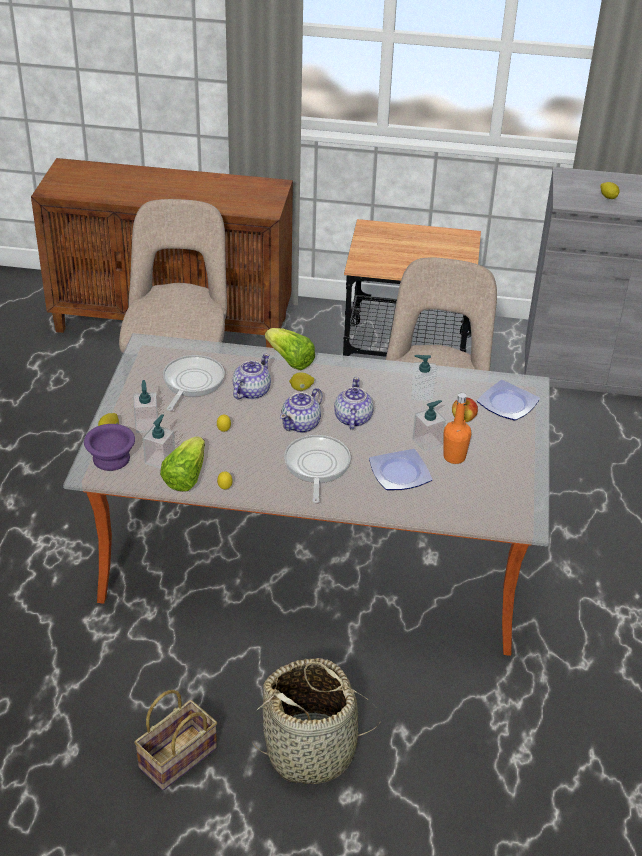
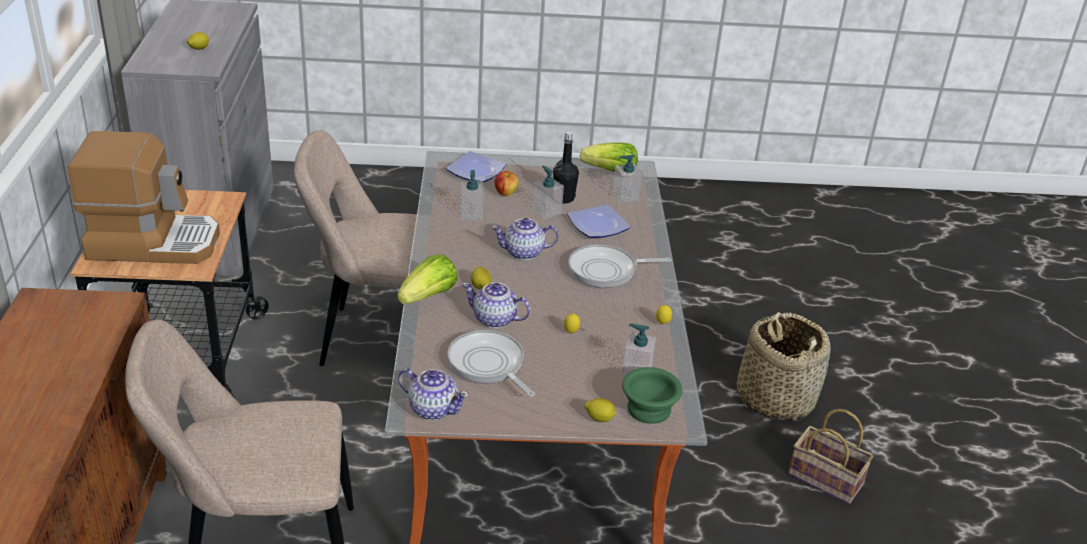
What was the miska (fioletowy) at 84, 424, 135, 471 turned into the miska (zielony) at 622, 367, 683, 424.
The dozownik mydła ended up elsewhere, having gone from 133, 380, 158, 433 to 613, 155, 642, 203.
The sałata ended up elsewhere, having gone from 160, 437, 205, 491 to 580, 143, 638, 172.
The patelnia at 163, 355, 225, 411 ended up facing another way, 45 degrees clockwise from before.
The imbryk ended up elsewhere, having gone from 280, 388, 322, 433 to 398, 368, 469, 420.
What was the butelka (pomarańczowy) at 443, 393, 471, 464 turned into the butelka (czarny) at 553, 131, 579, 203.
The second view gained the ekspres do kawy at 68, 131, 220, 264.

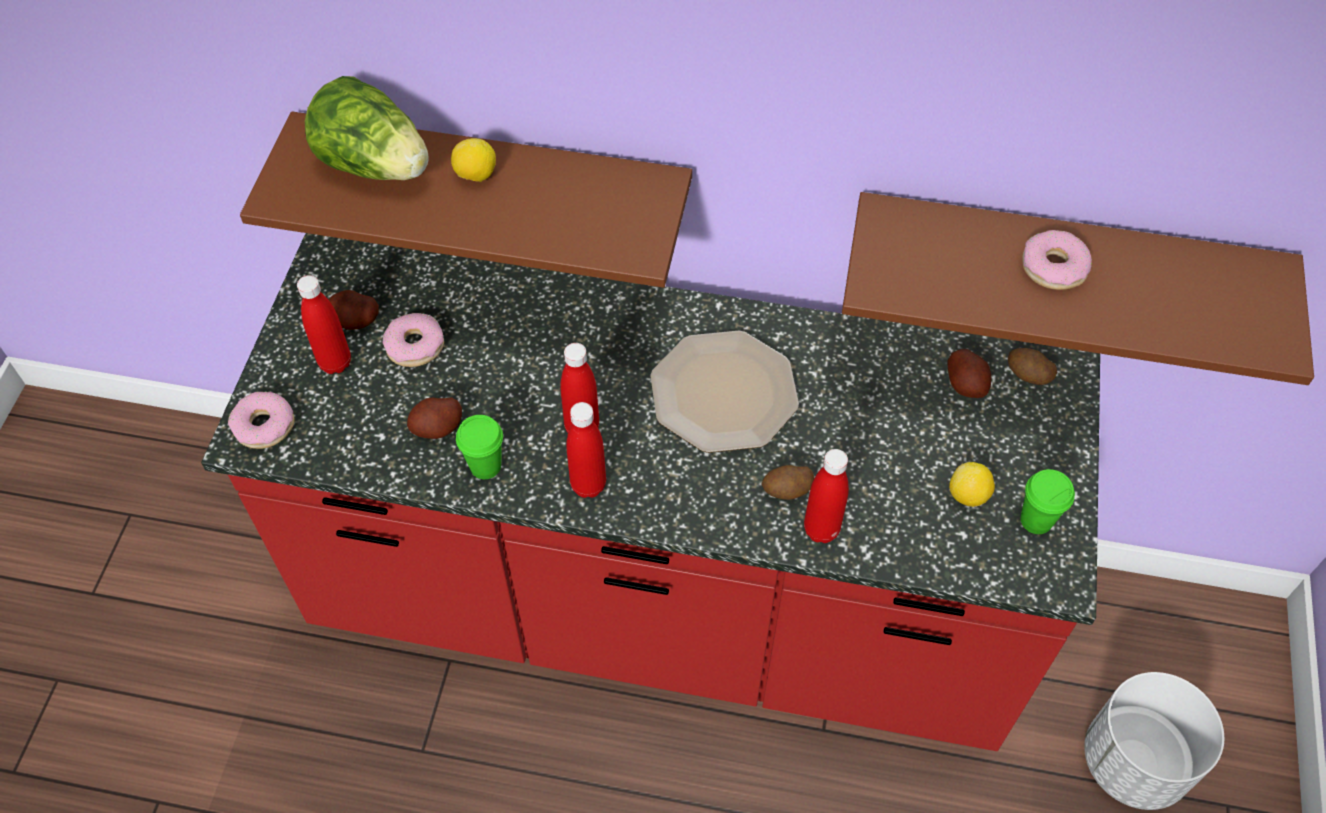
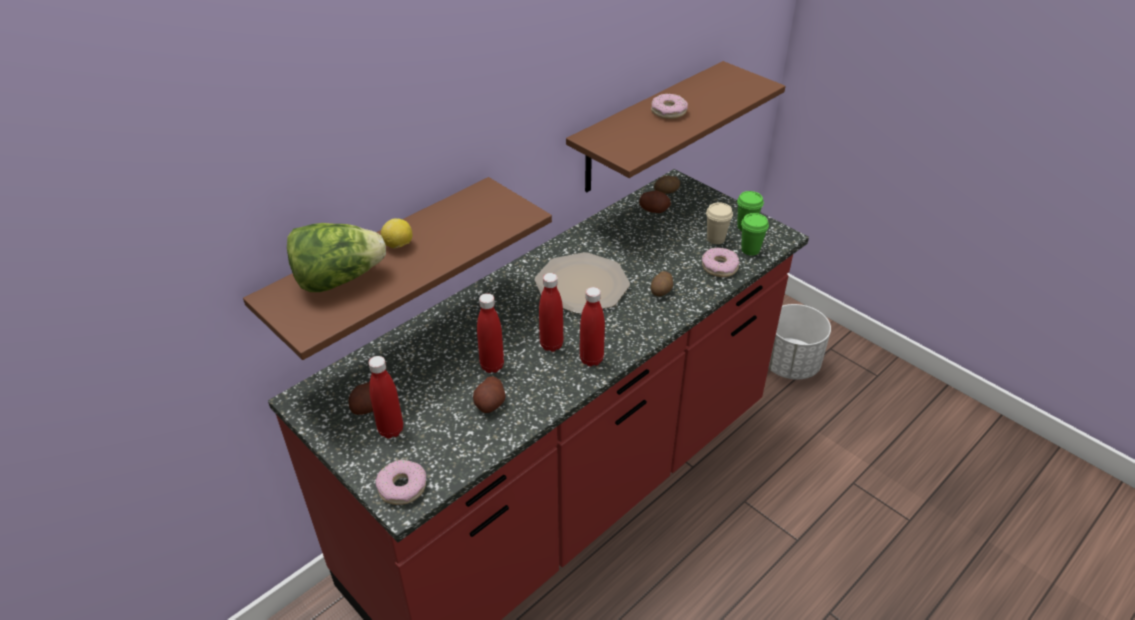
The donut ended up elsewhere, having gone from 383, 313, 444, 367 to 702, 247, 739, 277.
The filiżanka (zielony) ended up elsewhere, having gone from 456, 415, 503, 479 to 741, 213, 769, 256.
The butelka (czerwony) ended up elsewhere, having gone from 804, 449, 849, 543 to 477, 293, 504, 373.
Where the cytryna stood at 949, 462, 995, 507, the filiżanka (beżowy) came to stand at 706, 202, 733, 244.

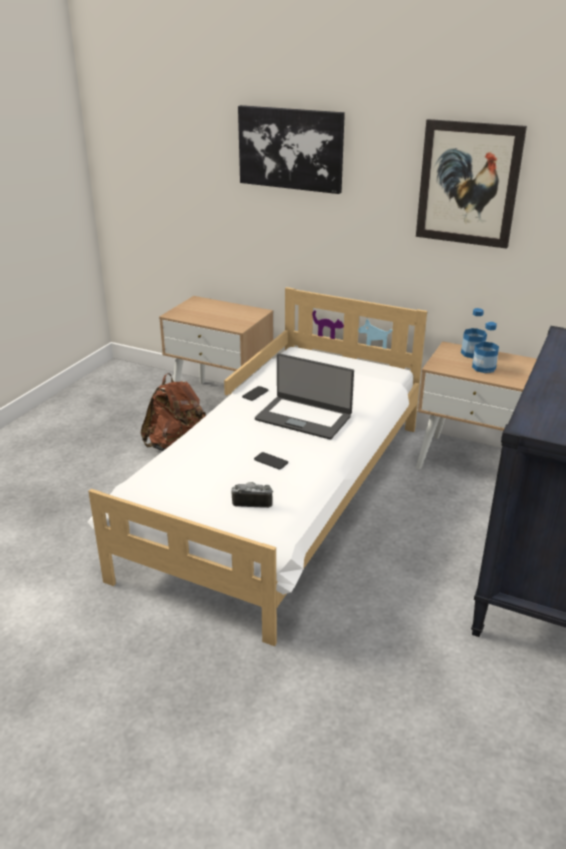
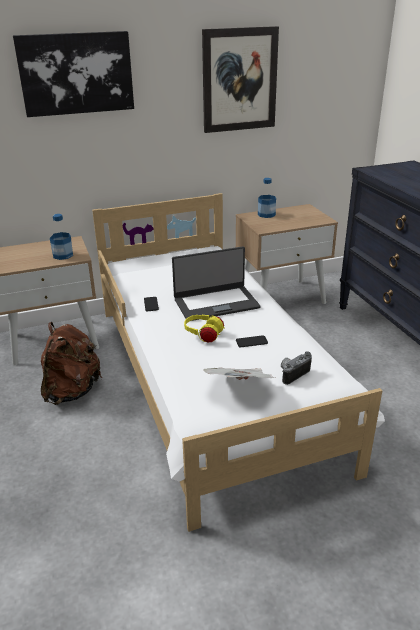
The butelka ended up elsewhere, having gone from 472, 322, 499, 373 to 50, 214, 73, 260.
The second view gained the słuchawki (żółty) at 184, 315, 224, 343.
The second view gained the gazeta at 203, 367, 275, 380.

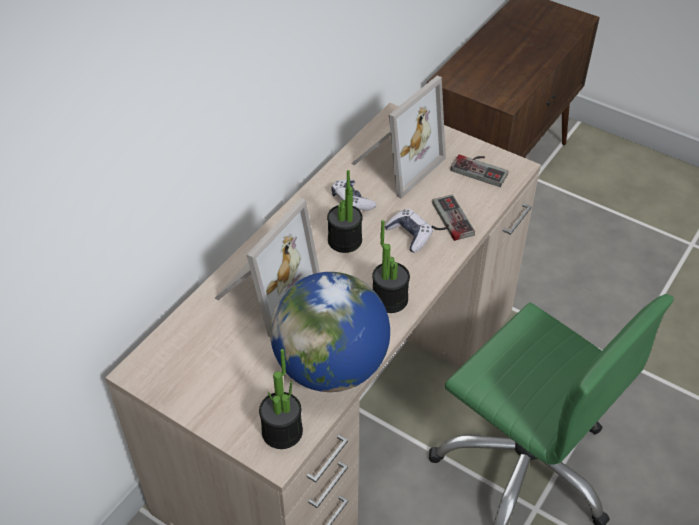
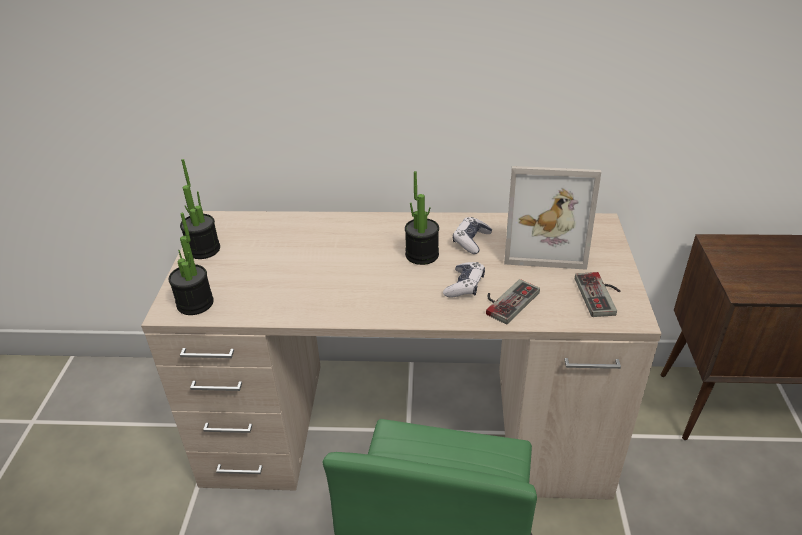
The second view lost the ramka na zdjęcie at 214, 198, 320, 337.
The second view lost the globus at 270, 272, 390, 392.
The roślina doniczkowa ended up elsewhere, having gone from 372, 220, 410, 313 to 180, 159, 220, 259.

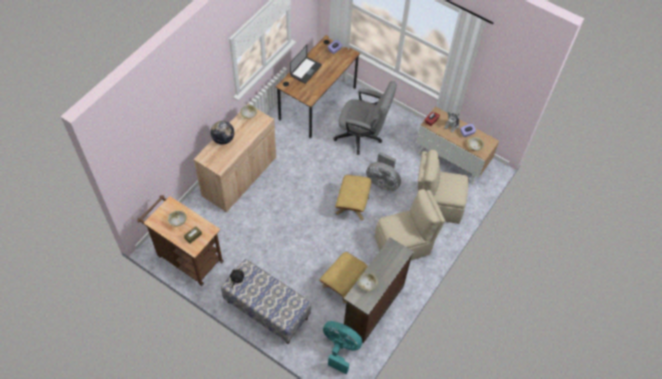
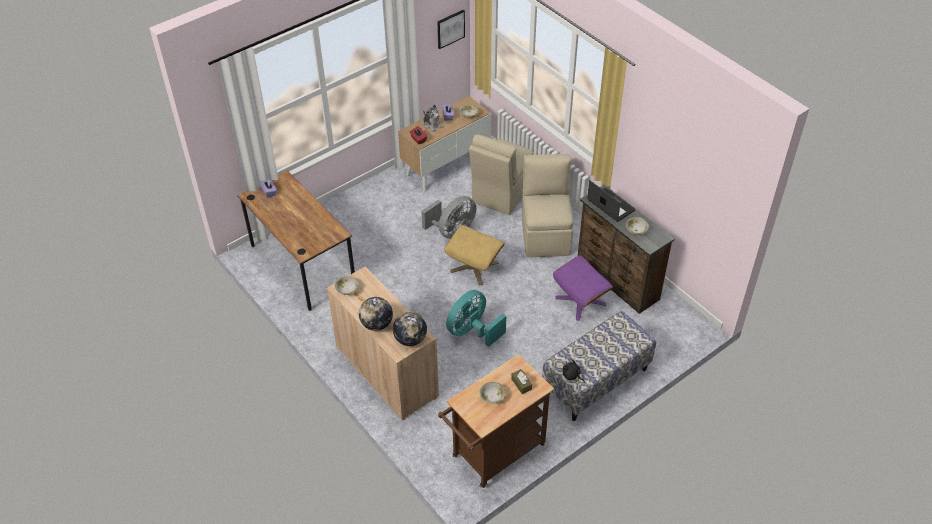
The laptop ended up elsewhere, having gone from 290, 45, 322, 84 to 587, 180, 635, 222.
What was the pufa (beżowy) at 320, 252, 368, 303 turned into the pufa (fioletowy) at 553, 256, 613, 321.
The wentylator (turkusowy) ended up elsewhere, having gone from 323, 321, 362, 375 to 446, 290, 506, 347.
The second view lost the krzesło biurowe (szary) at 333, 81, 397, 155.
The second view gained the globus at 393, 312, 427, 346.
The second view gained the obraz at 437, 10, 465, 49.

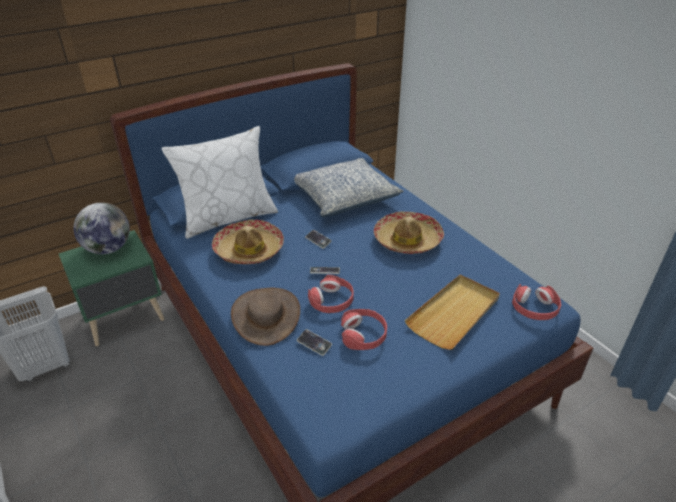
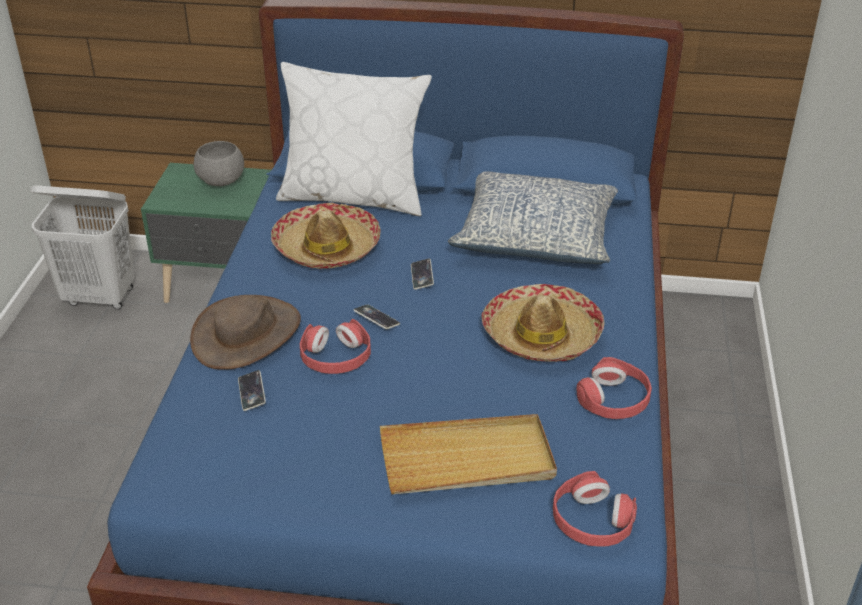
Where the globus stood at 74, 203, 130, 254, the miska (szary) came to stand at 193, 141, 244, 186.
The słuchawki (czerwony) ended up elsewhere, having gone from 341, 309, 387, 350 to 576, 357, 652, 419.

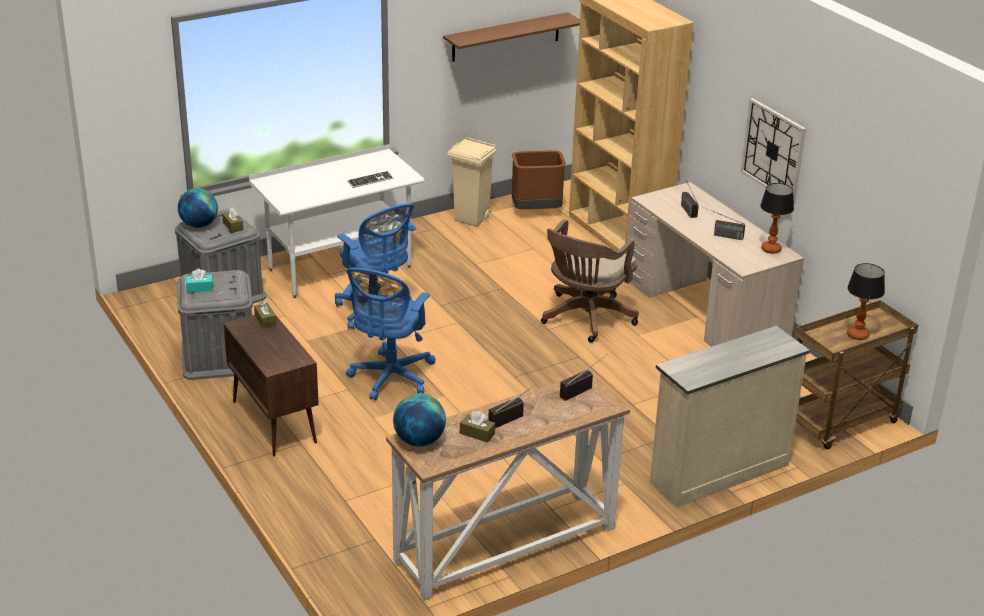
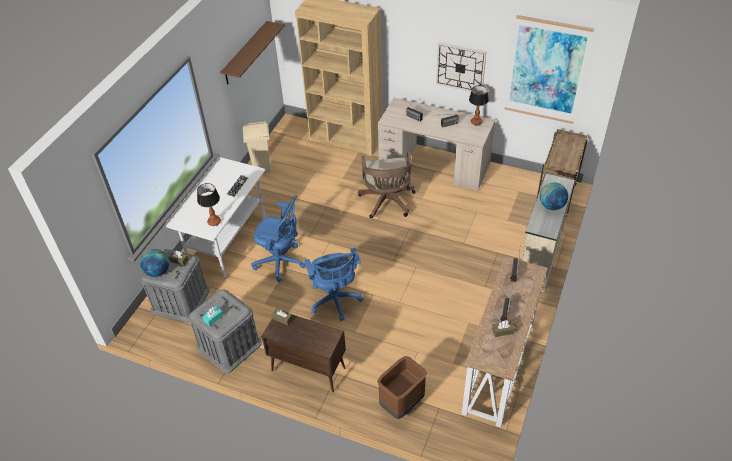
The globus ended up elsewhere, having gone from 393, 394, 446, 446 to 540, 182, 568, 210.
The kosz na śmieci (brązowy) ended up elsewhere, having gone from 512, 150, 566, 209 to 377, 356, 427, 419.
The lampa stołowa ended up elsewhere, having gone from 847, 263, 885, 340 to 197, 183, 221, 226.
The second view gained the obraz at 505, 15, 594, 124.

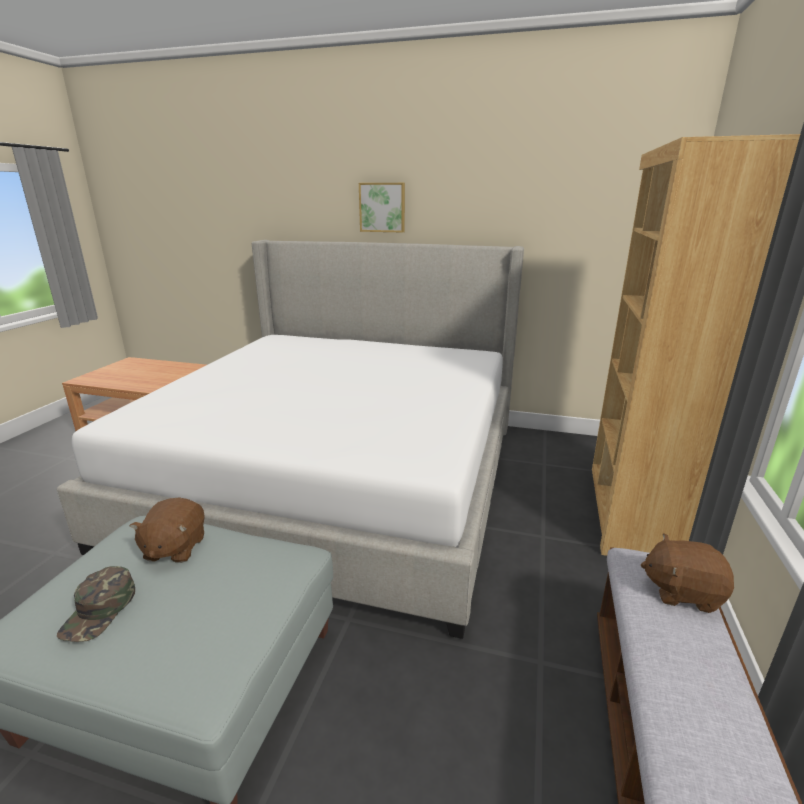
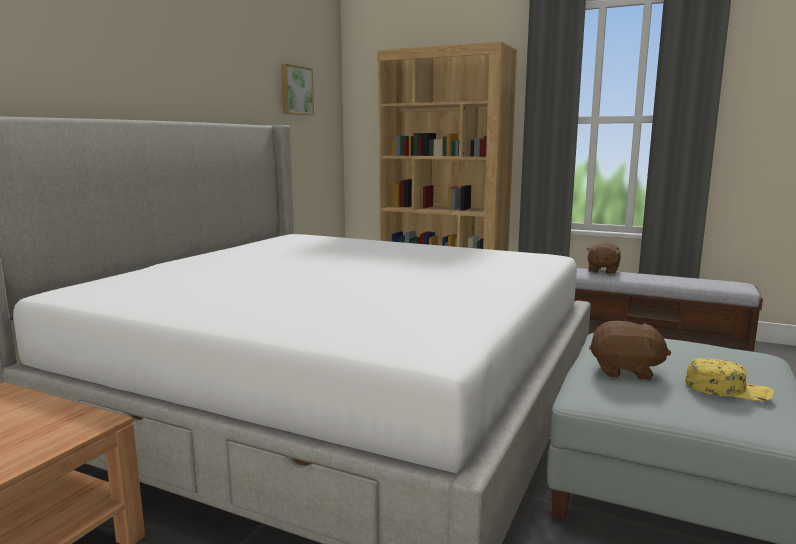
What was the czapka z daszkiem (zielony) at 57, 566, 135, 642 turned into the czapka z daszkiem (żółty) at 685, 358, 774, 401.
The obraz ended up elsewhere, having gone from 359, 183, 405, 233 to 281, 64, 314, 115.

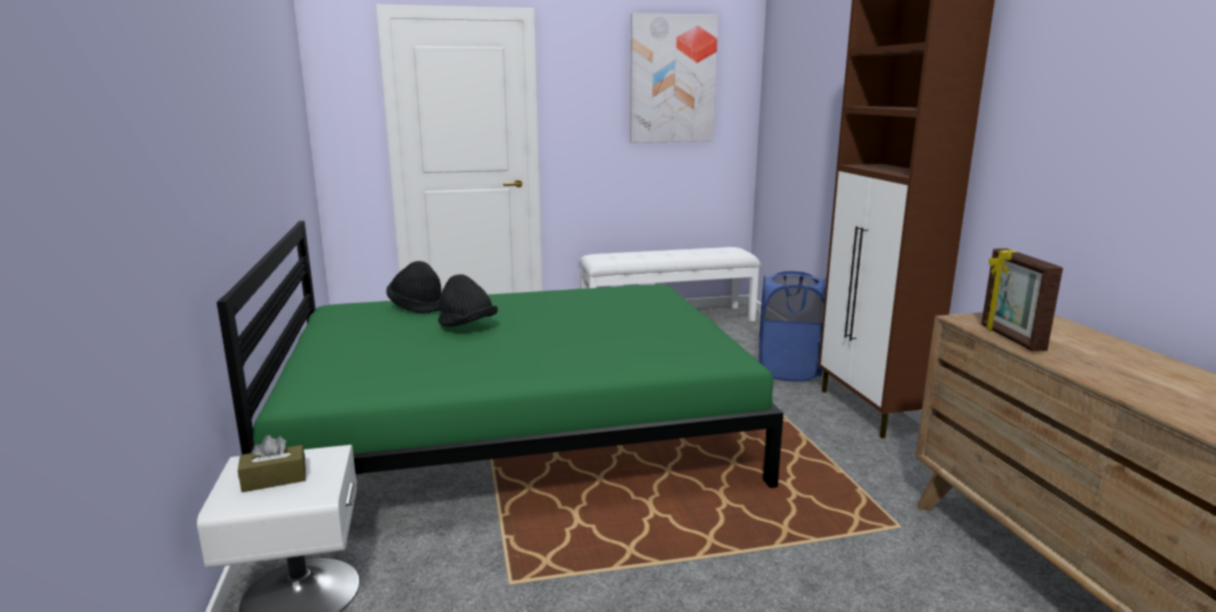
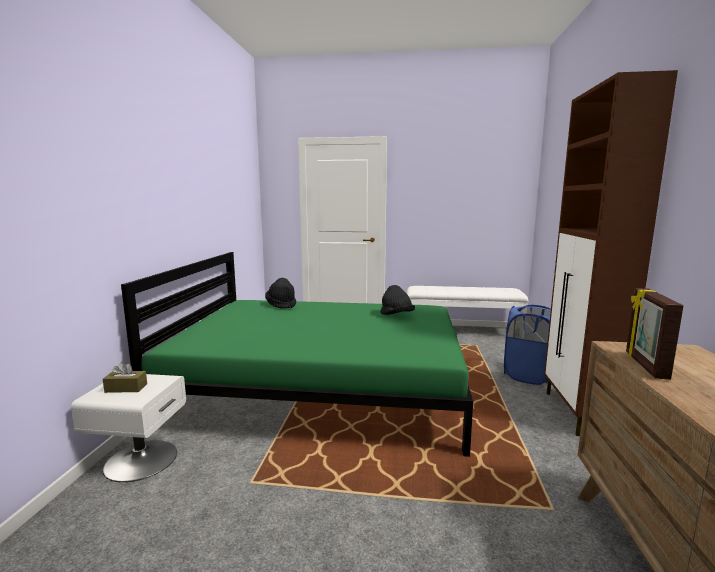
The kapelusz (czarny) ended up elsewhere, having gone from 438, 274, 498, 327 to 380, 285, 415, 315.
The second view lost the obraz at 630, 13, 718, 143.

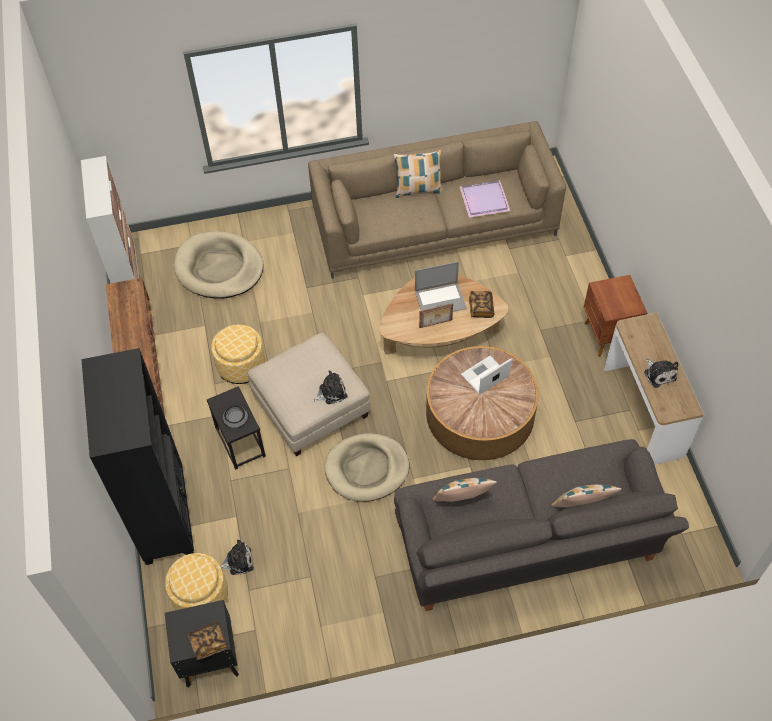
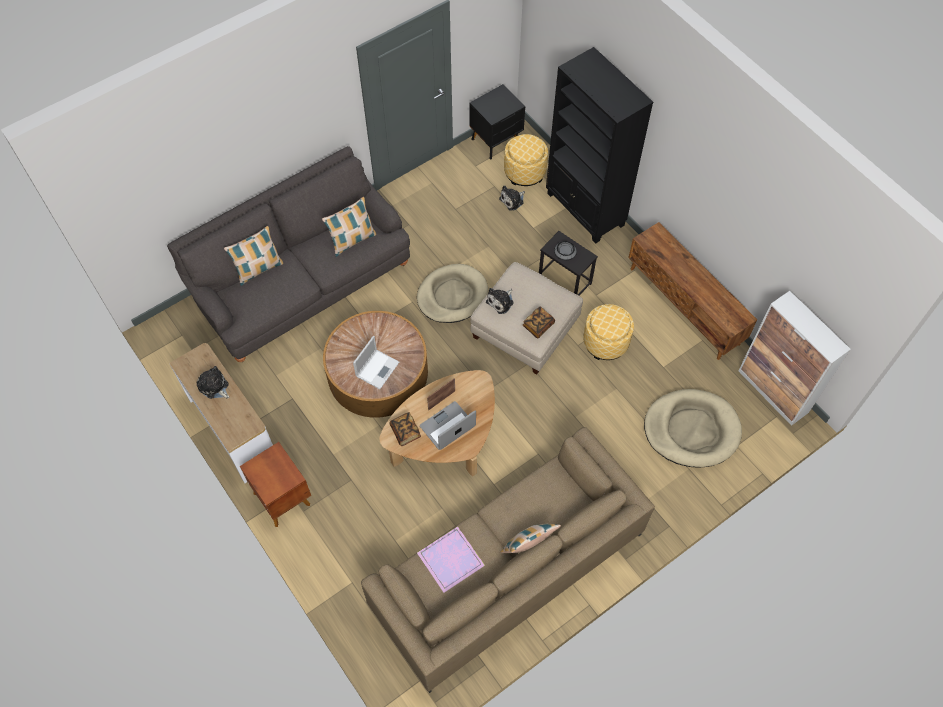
The książka ended up elsewhere, having gone from 188, 621, 228, 660 to 523, 307, 555, 339.

